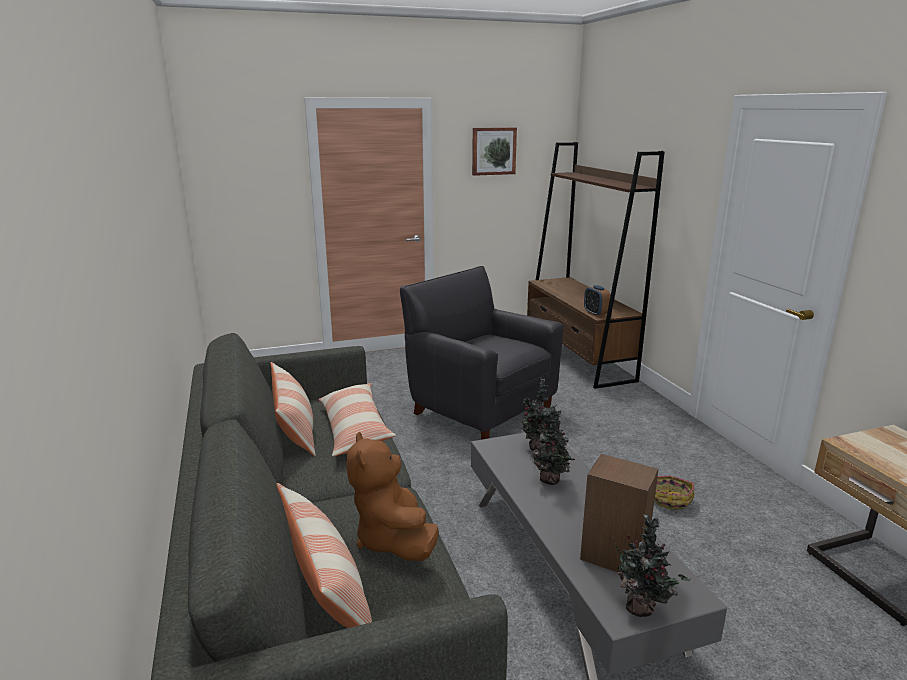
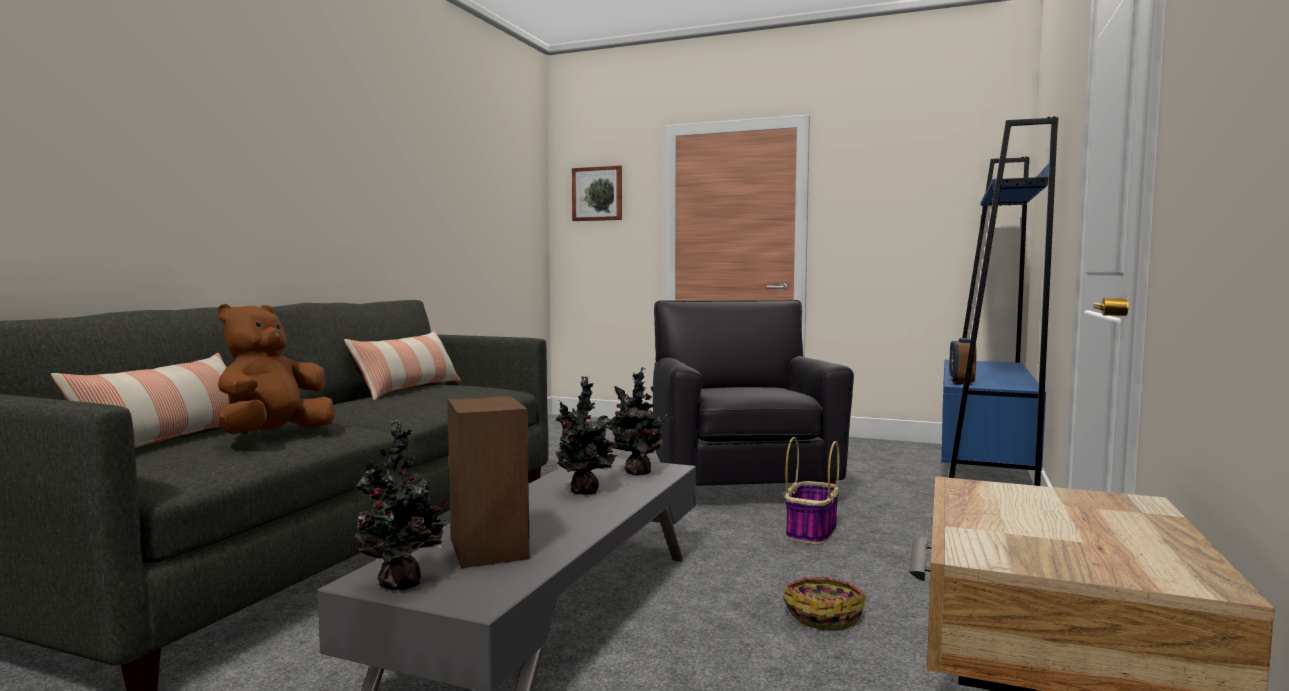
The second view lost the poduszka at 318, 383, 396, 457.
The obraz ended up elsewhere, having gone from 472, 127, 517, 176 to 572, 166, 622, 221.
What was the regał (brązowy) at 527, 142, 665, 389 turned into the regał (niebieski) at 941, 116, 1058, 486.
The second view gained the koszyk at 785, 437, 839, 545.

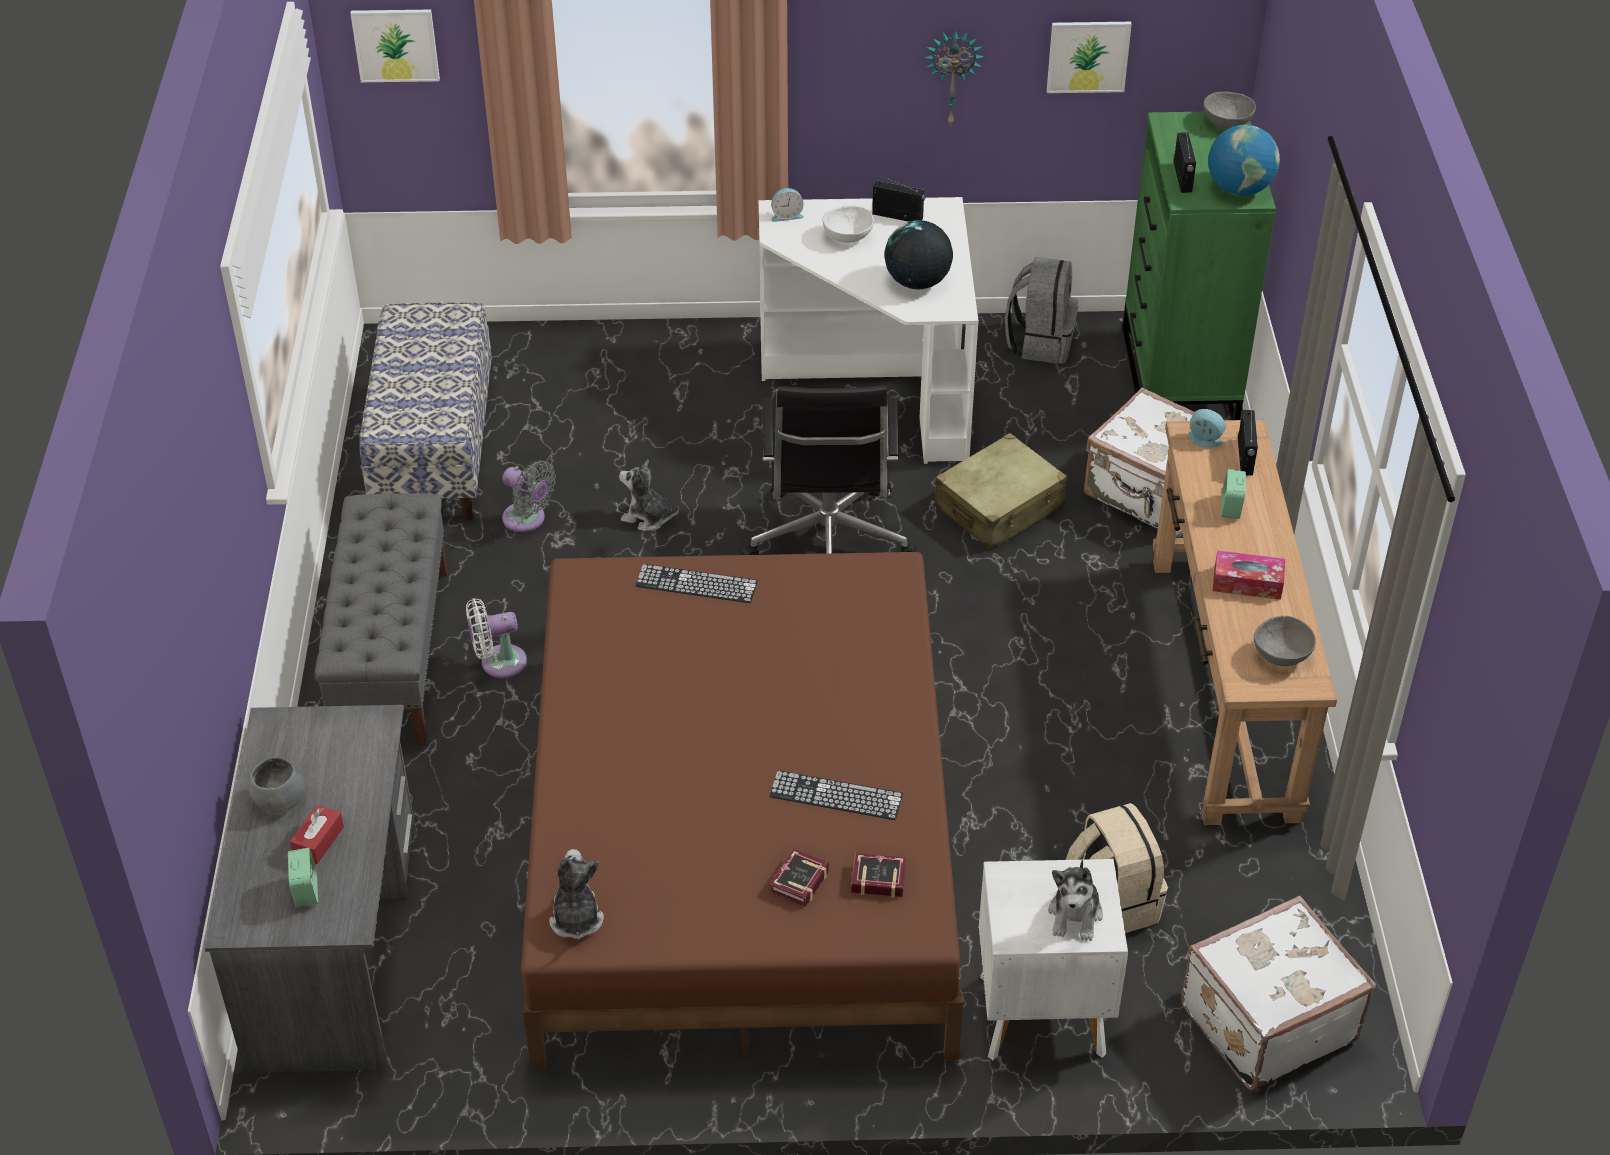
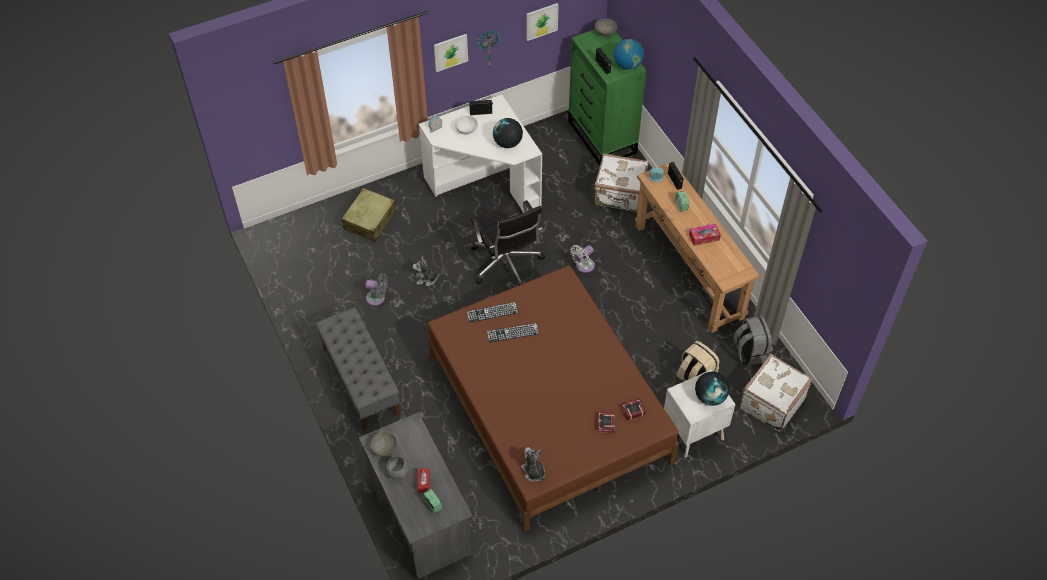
The obraz ended up elsewhere, having gone from 350, 10, 440, 82 to 434, 34, 468, 72.
The second view lost the ławka at 359, 302, 492, 521.
The wentylator (biały) ended up elsewhere, having gone from 466, 598, 527, 678 to 570, 245, 595, 273.
The klawiatura ended up elsewhere, having gone from 769, 770, 903, 820 to 487, 323, 539, 343.
The walizka (beżowy) ended up elsewhere, having gone from 934, 433, 1067, 551 to 342, 188, 396, 242.
The plecak (szary) ended up elsewhere, having gone from 1005, 257, 1079, 364 to 734, 316, 773, 366.
Where the pluszak stood at 1048, 859, 1103, 941, the globus came to stand at 695, 371, 730, 406.
The miska (szary) ended up elsewhere, having gone from 1254, 616, 1316, 666 to 370, 431, 397, 457.

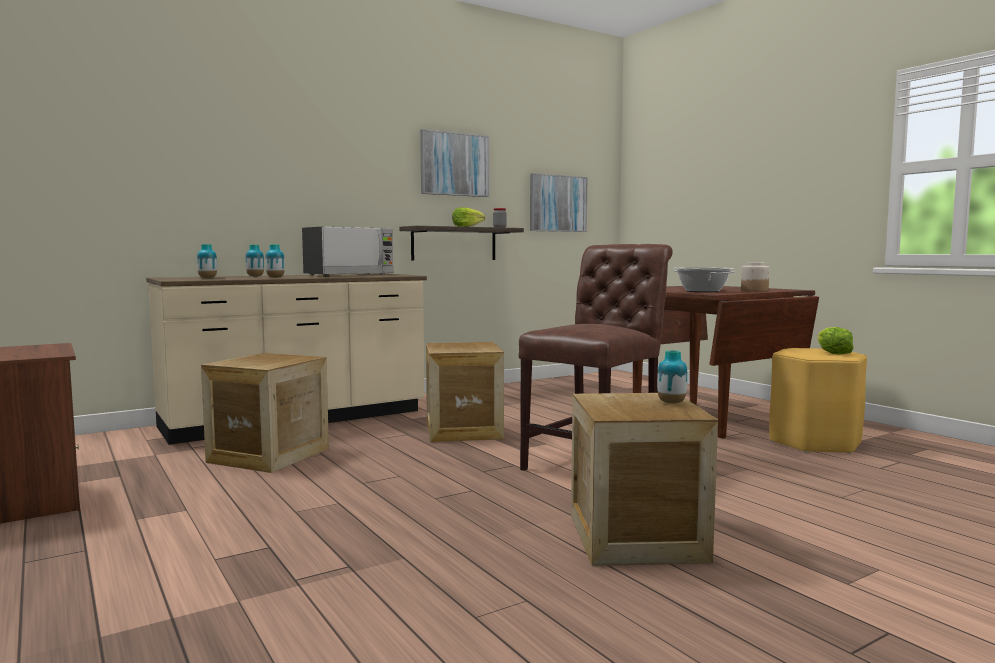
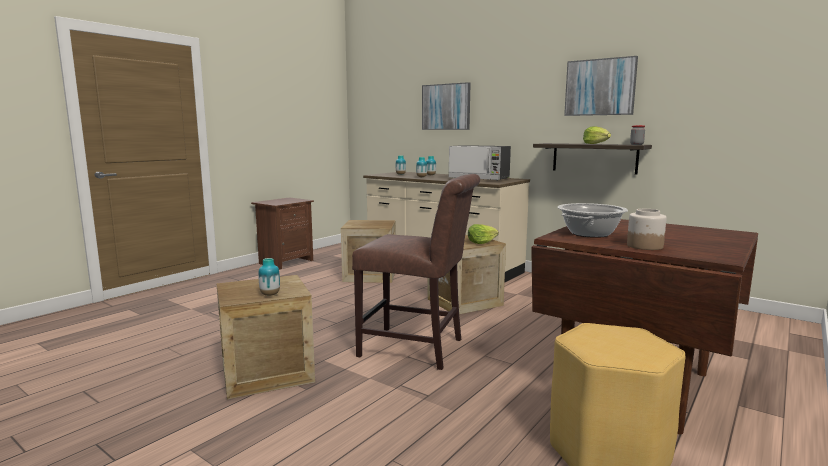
The obraz ended up elsewhere, having gone from 530, 173, 587, 232 to 422, 82, 471, 130.
The sałata ended up elsewhere, having gone from 818, 327, 854, 354 to 468, 224, 499, 244.

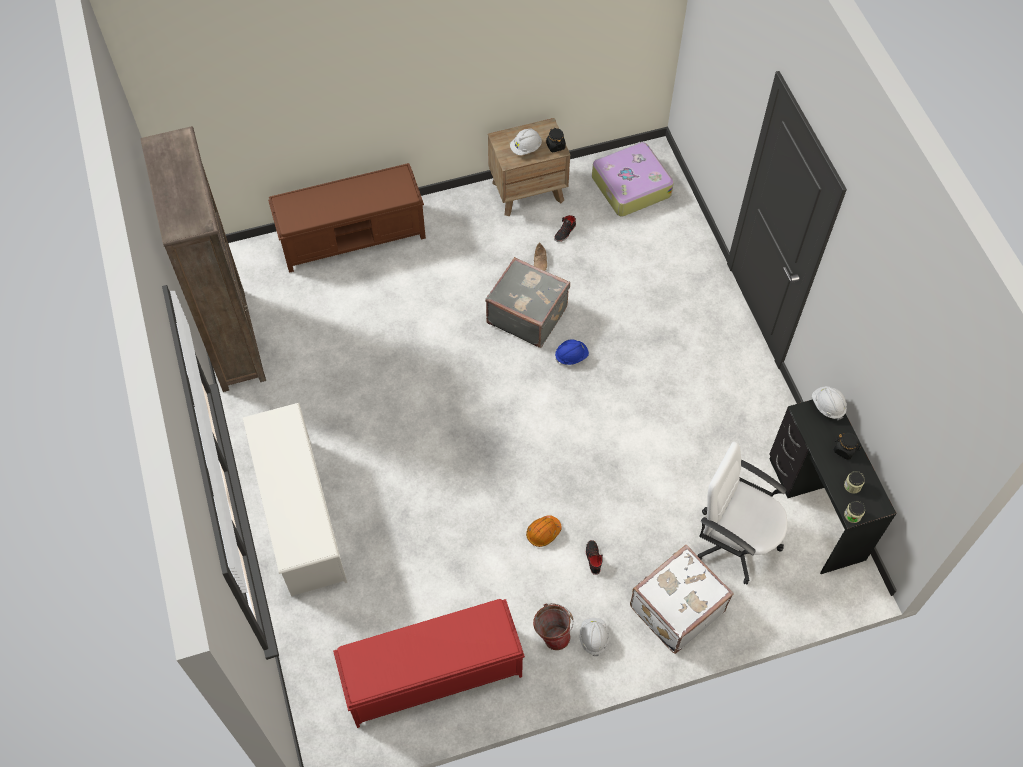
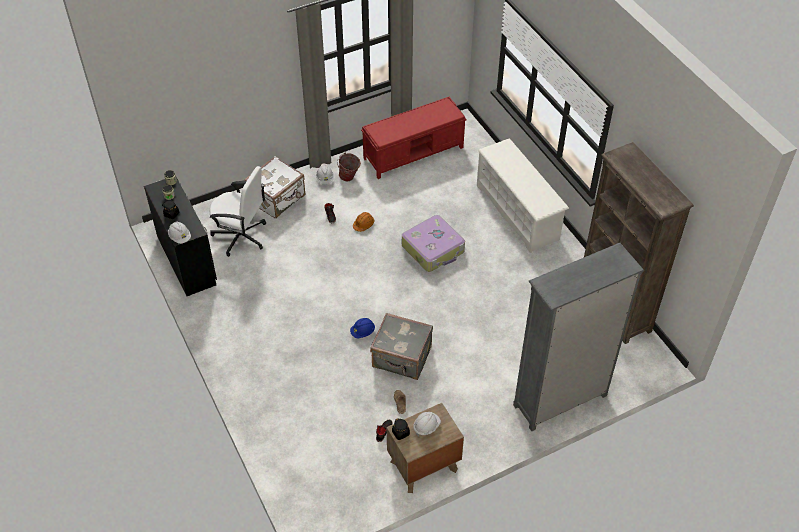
Where the ławka (brązowy) stood at 268, 163, 426, 273, the regał (szary) came to stand at 513, 243, 644, 432.
The walizka ended up elsewhere, having gone from 592, 142, 674, 217 to 402, 215, 465, 272.

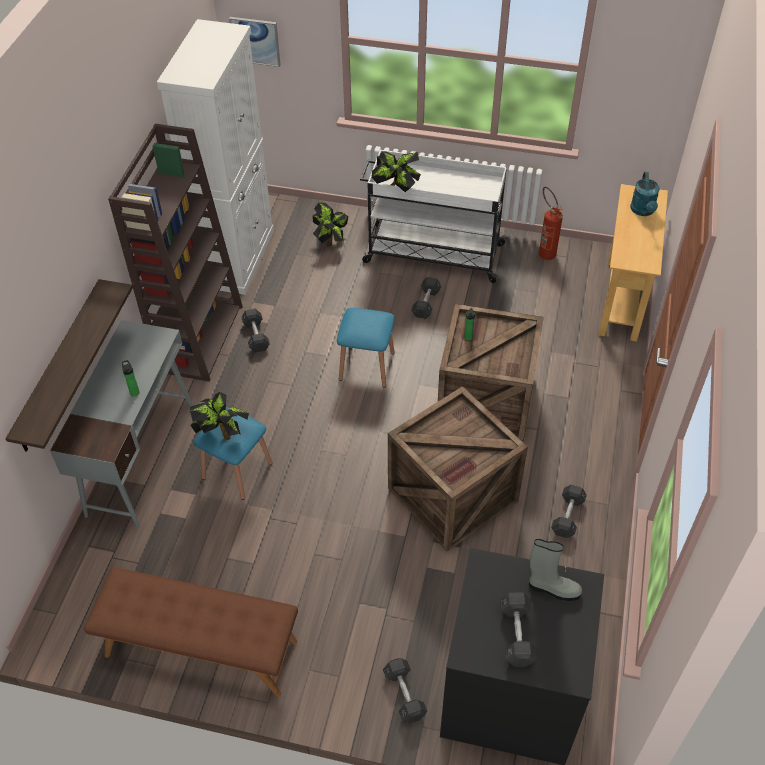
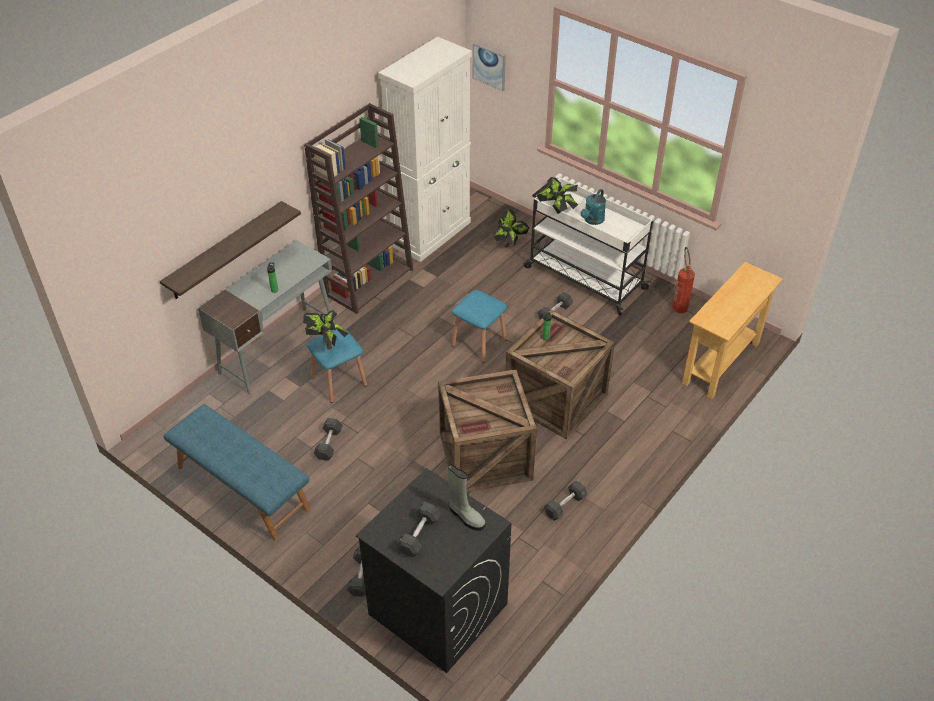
What was the ławka (brązowy) at 84, 567, 298, 697 turned into the ławka (niebieski) at 164, 404, 310, 541.
The hantel (szary) ended up elsewhere, having gone from 241, 309, 270, 353 to 313, 418, 343, 461.
The konewka (turkusowy) ended up elsewhere, having gone from 630, 172, 660, 216 to 581, 189, 606, 225.

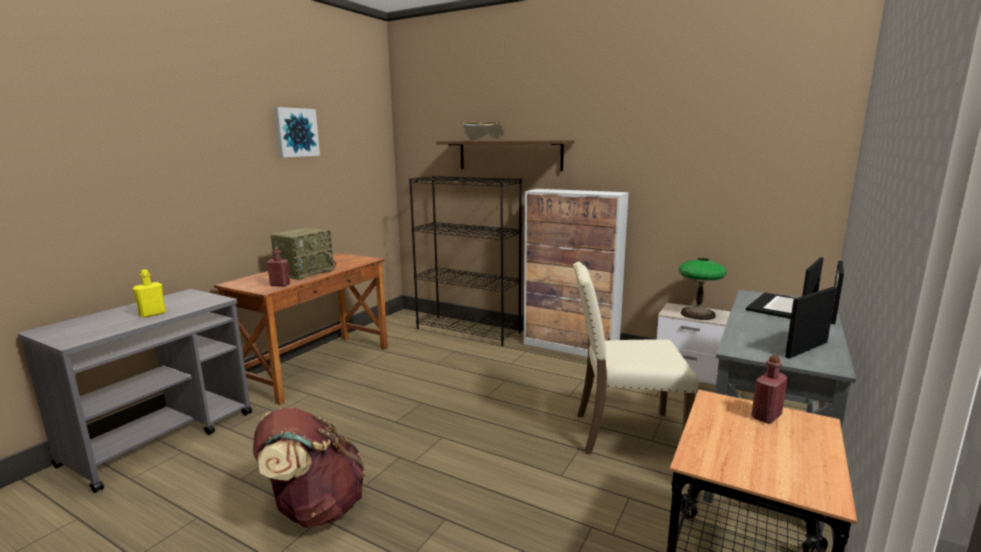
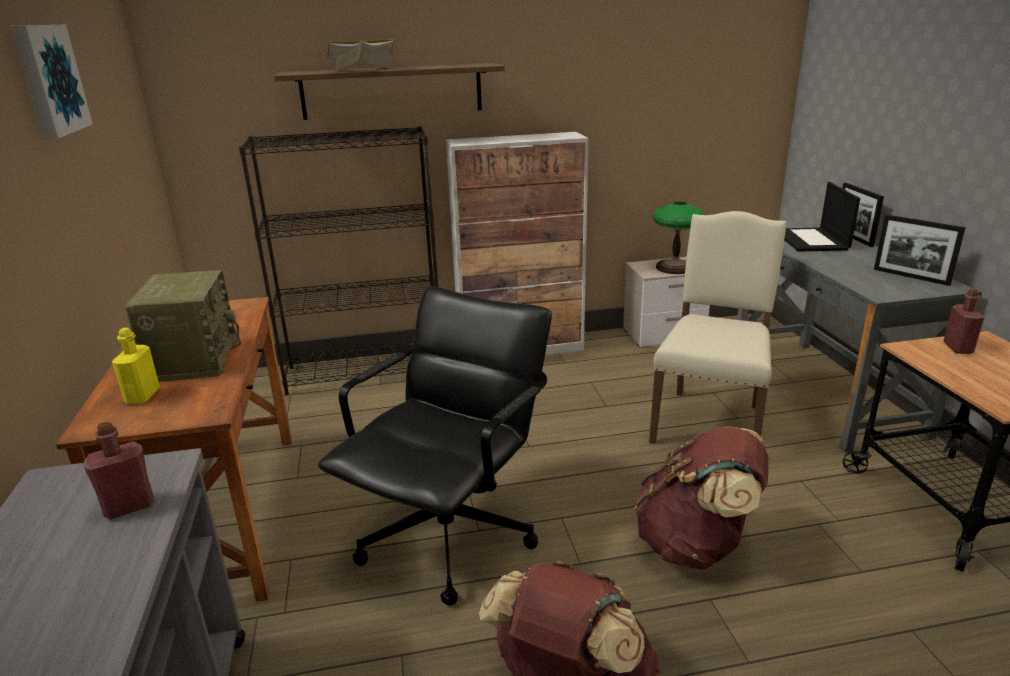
The butelka (żółty) ended up elsewhere, having gone from 133, 269, 166, 318 to 112, 328, 160, 404.
The butelka (czerwony) ended up elsewhere, having gone from 267, 247, 290, 287 to 83, 422, 155, 519.
The krzesło (beżowy) at 573, 262, 698, 454 ended up facing another way, 150 degrees clockwise from before.
The ramka na zdjęcie at 785, 287, 837, 359 ended up facing another way, 60 degrees counterclockwise from before.
The second view gained the krzesło biurowe (czarny) at 318, 286, 552, 606.
The second view gained the plecak (brązowy) at 634, 427, 769, 570.

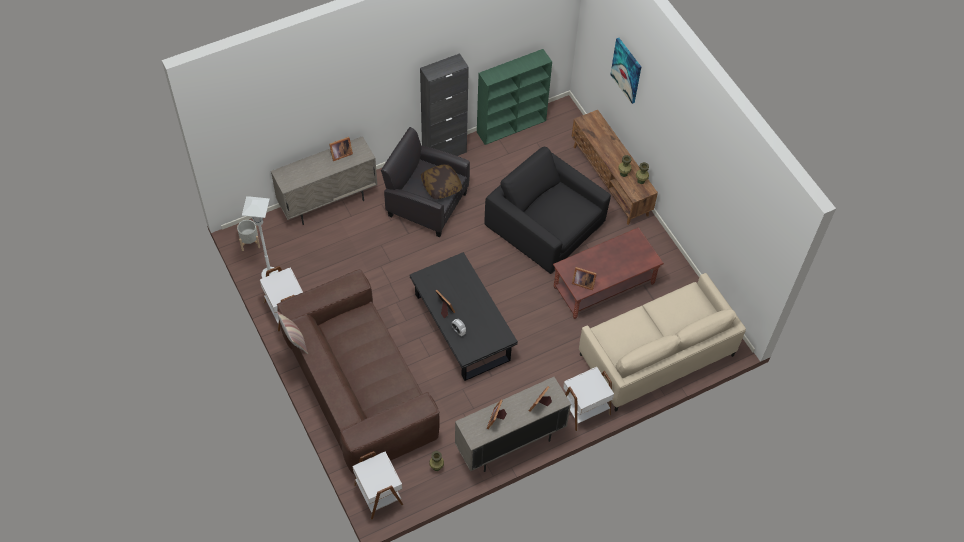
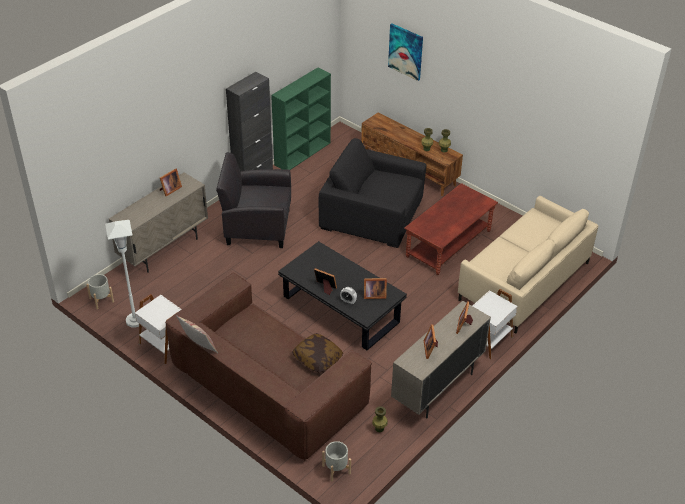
Where the stolik (biały) stood at 352, 451, 403, 520, the donica (szary) came to stand at 322, 441, 351, 482.
The poduszka ended up elsewhere, having gone from 421, 164, 462, 199 to 292, 333, 343, 372.
The ramka na zdjęcie ended up elsewhere, having gone from 572, 267, 597, 290 to 364, 278, 387, 299.

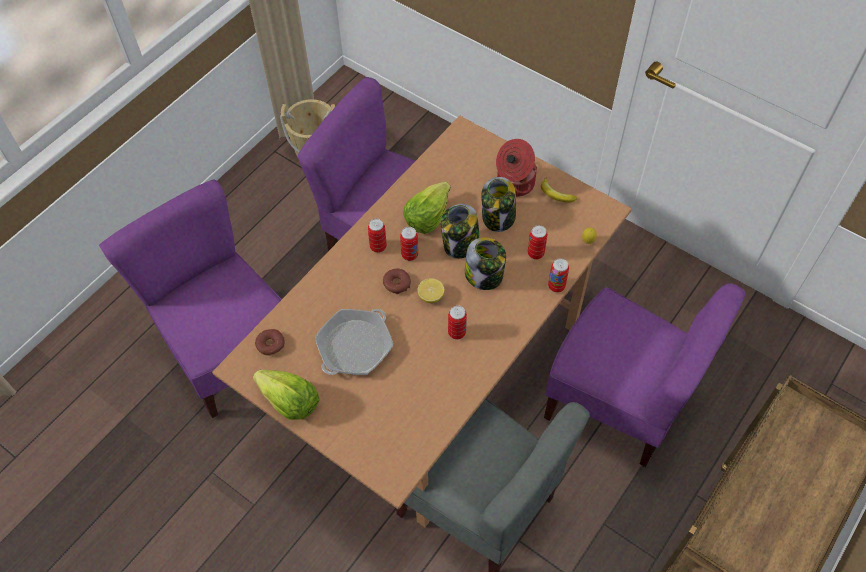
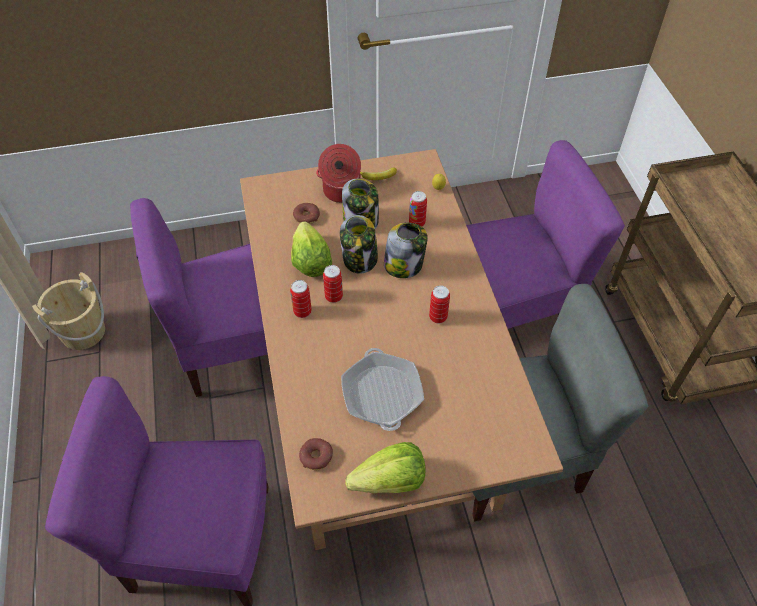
The donut ended up elsewhere, having gone from 383, 269, 411, 294 to 293, 203, 320, 224.
The second view lost the cytryna at 417, 278, 444, 303.
The second view lost the puszka at 548, 258, 569, 293.

